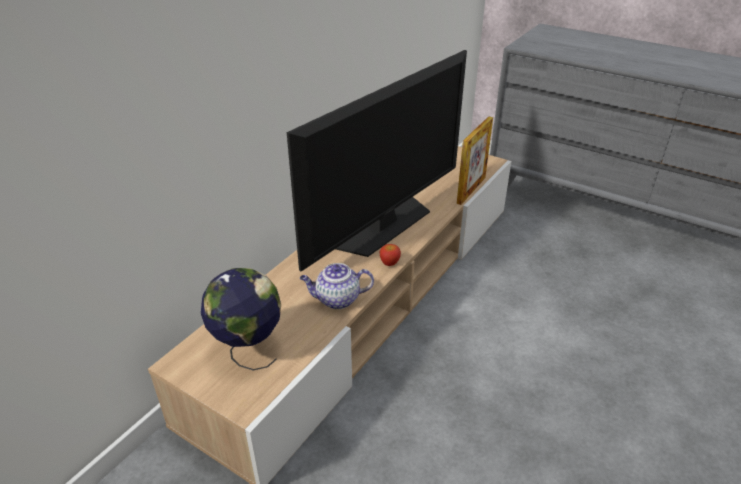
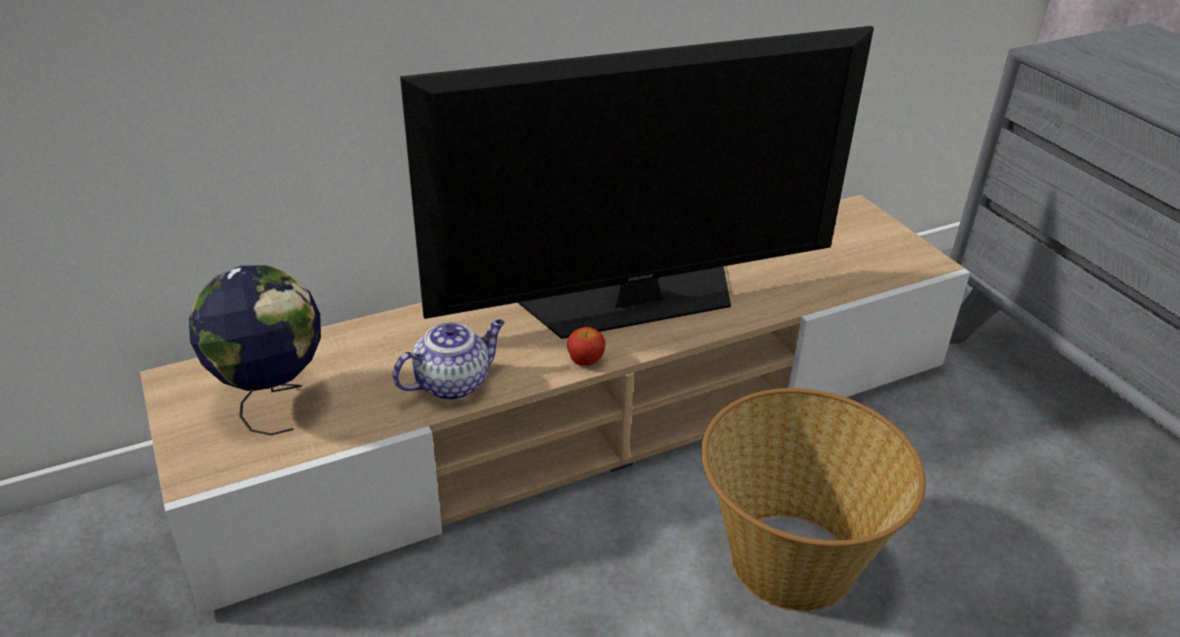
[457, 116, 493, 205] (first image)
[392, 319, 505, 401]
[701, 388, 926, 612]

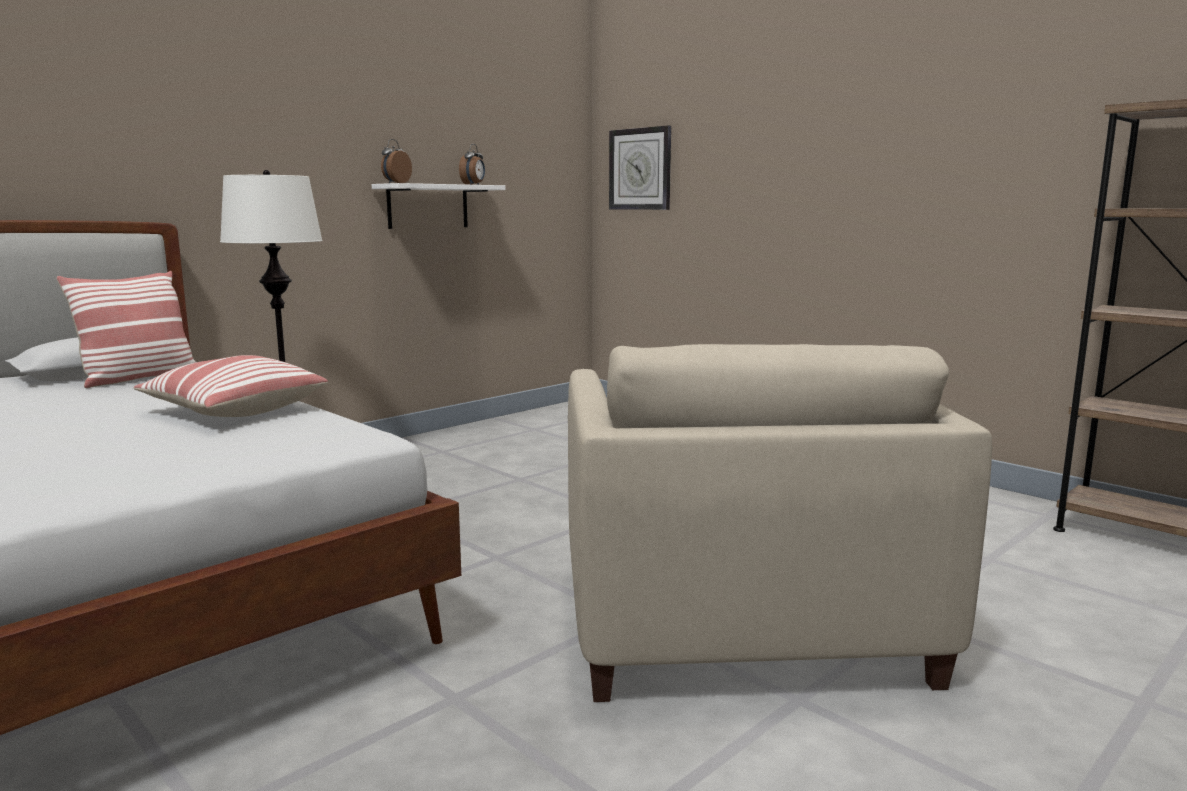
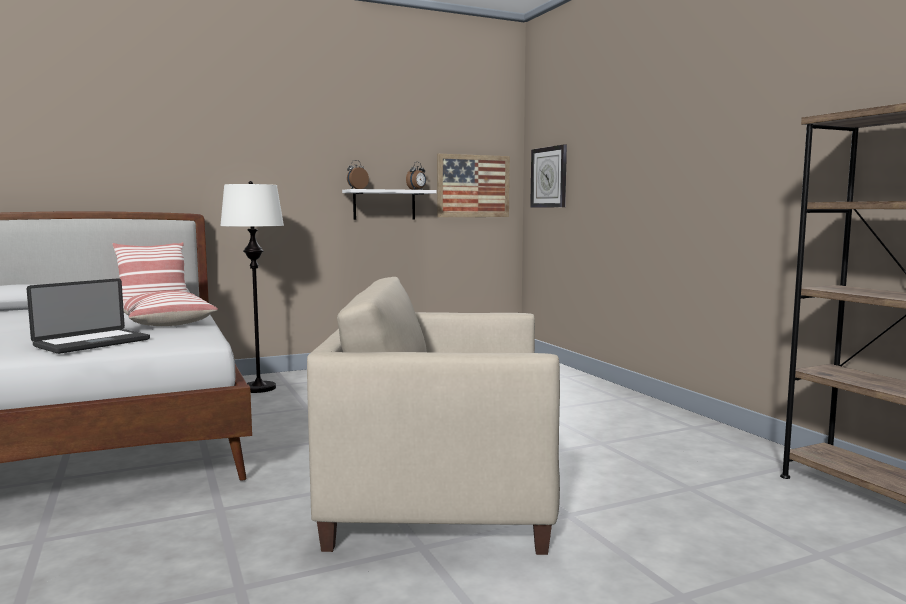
[307, 277, 560, 555]
[437, 154, 510, 217]
[27, 278, 150, 354]

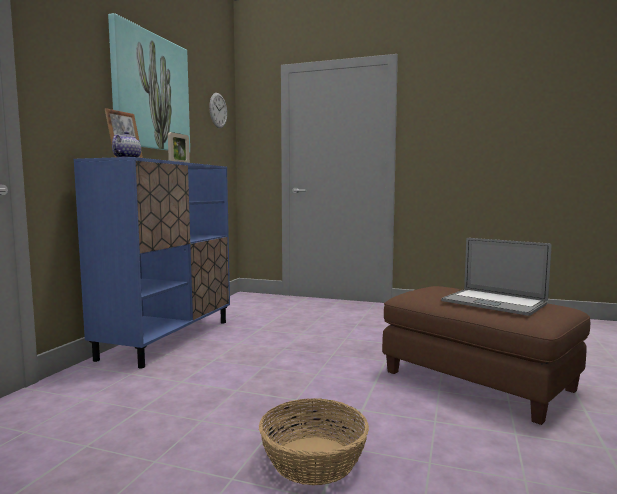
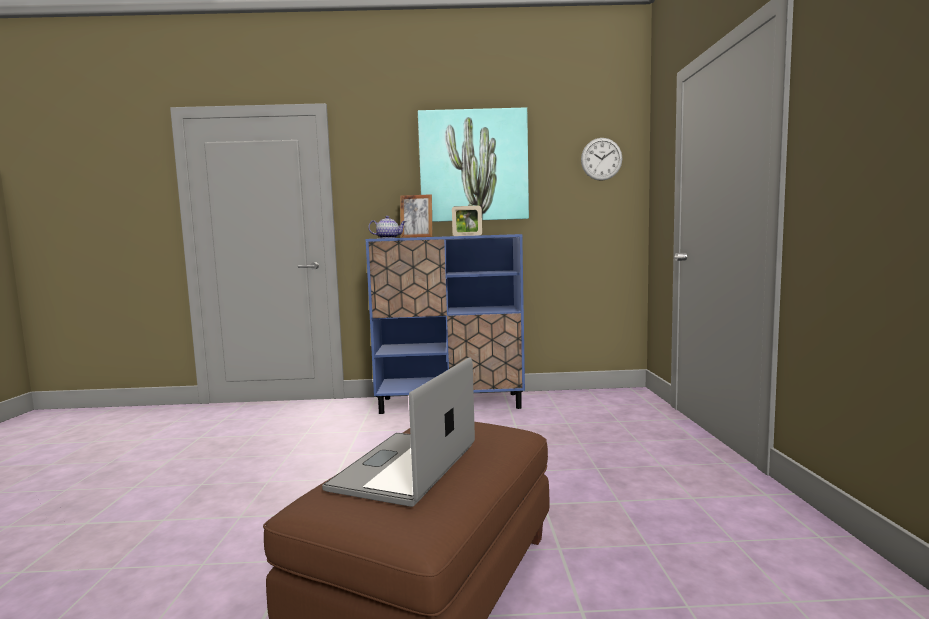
[259, 398, 369, 485] (first image)

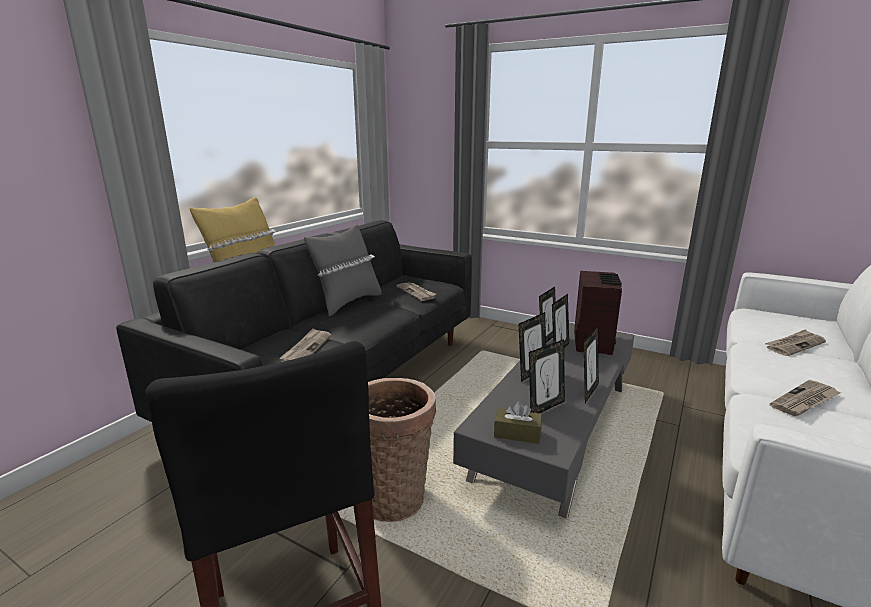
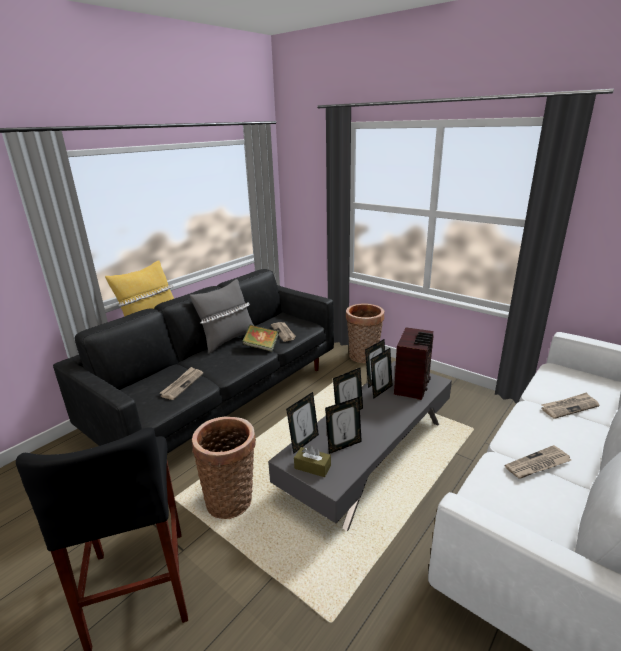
[286, 392, 319, 454]
[346, 303, 384, 363]
[242, 325, 279, 352]

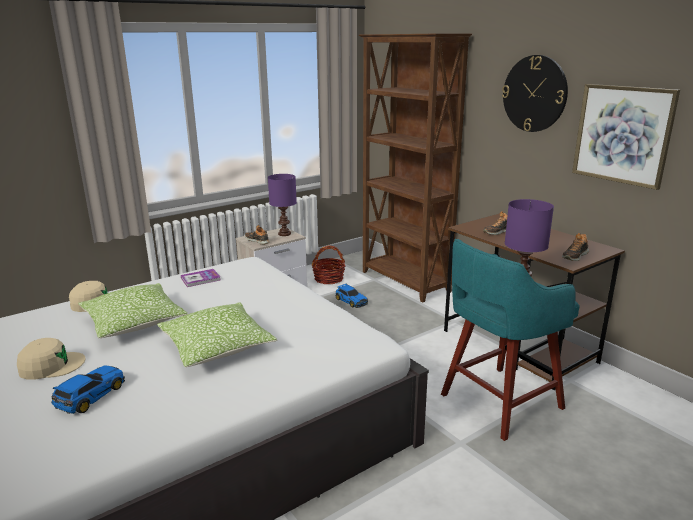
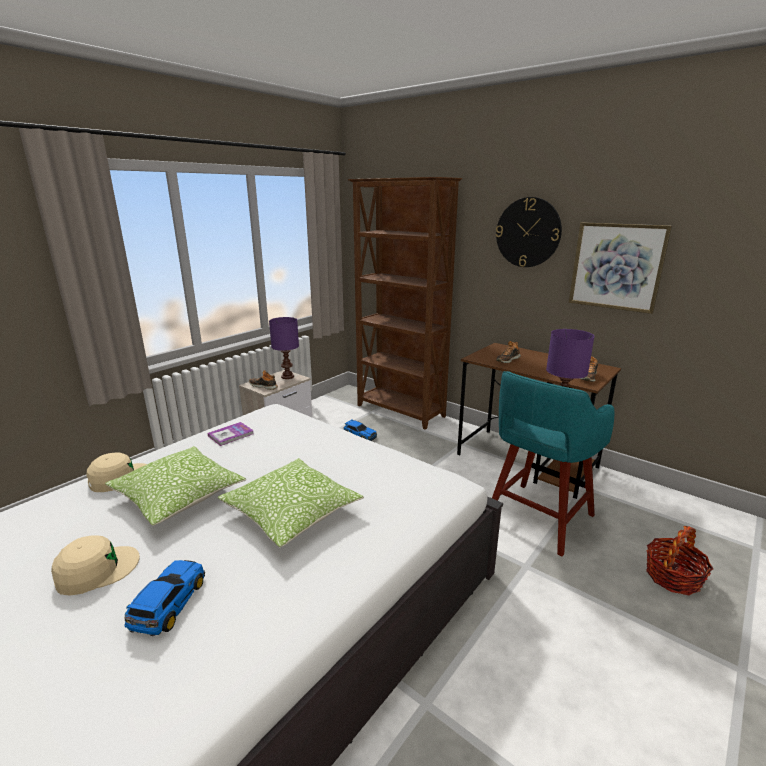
[646, 526, 713, 595]

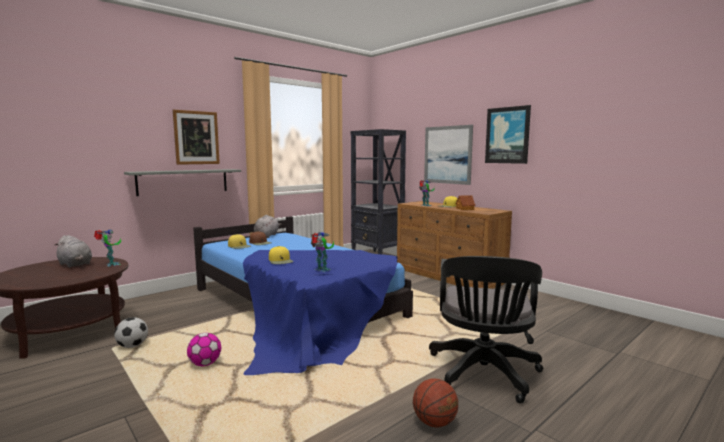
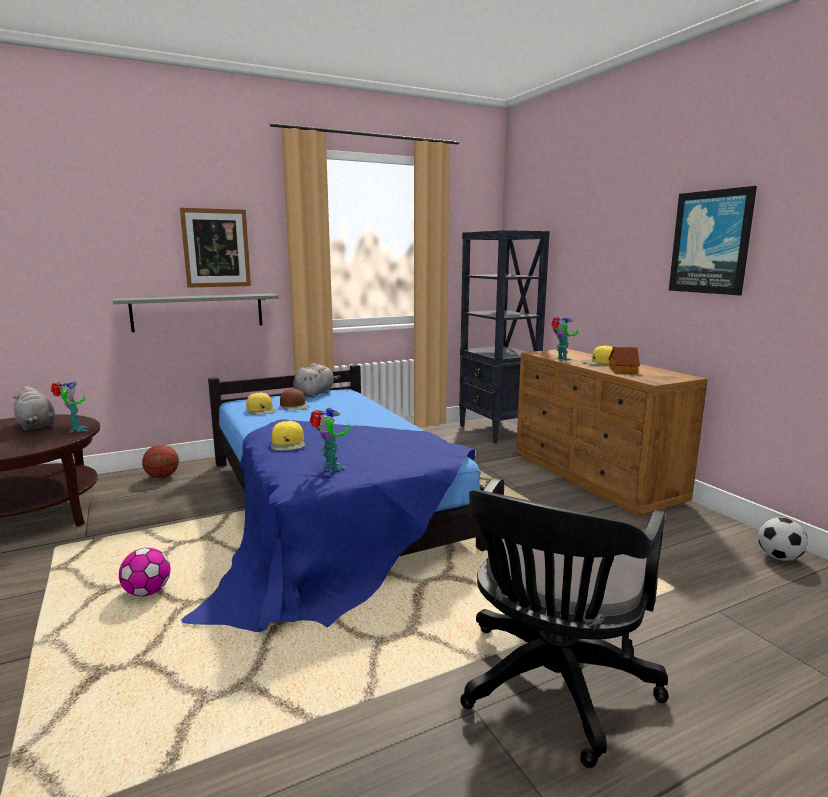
[424, 125, 473, 185] (first image)
[758, 517, 808, 561]
[142, 445, 179, 478]

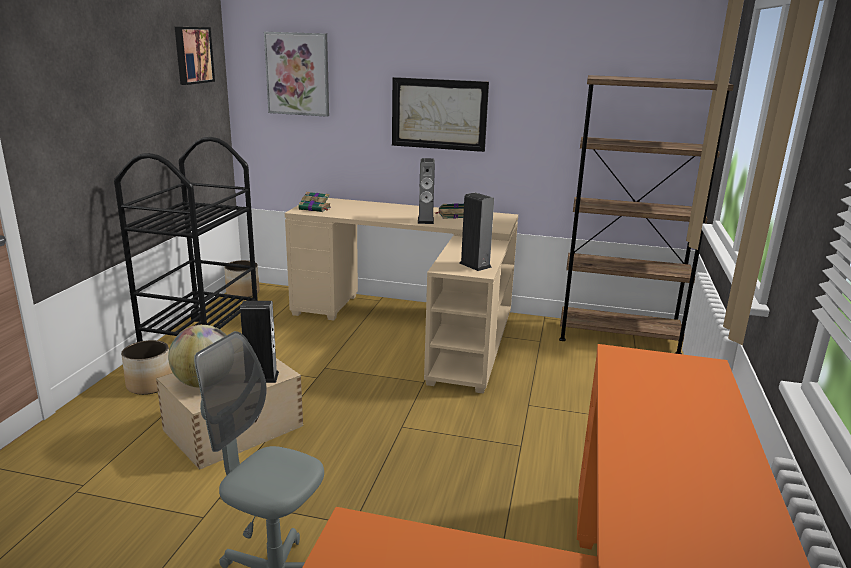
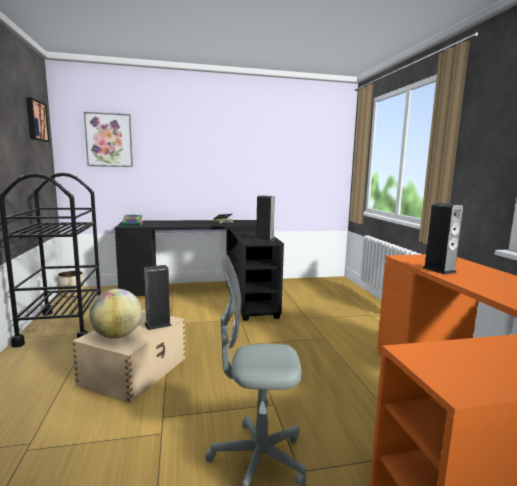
[559, 75, 734, 354] (first image)
[392, 77, 489, 152] (first image)
[423, 203, 463, 275]
[115, 220, 284, 321]
[121, 340, 172, 395] (first image)

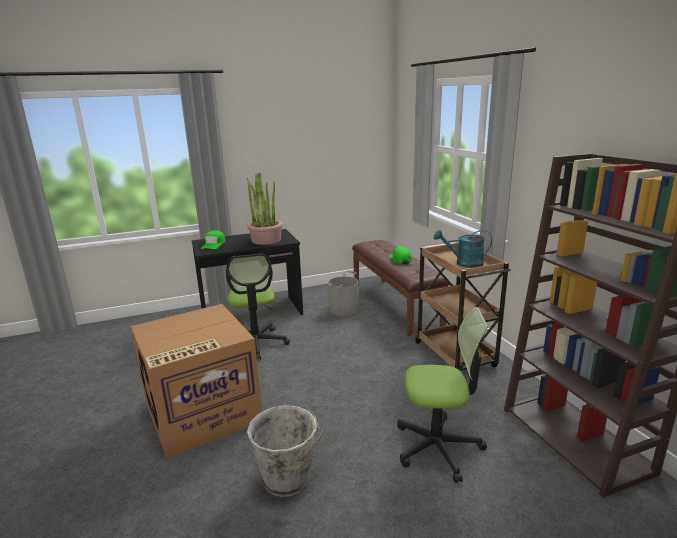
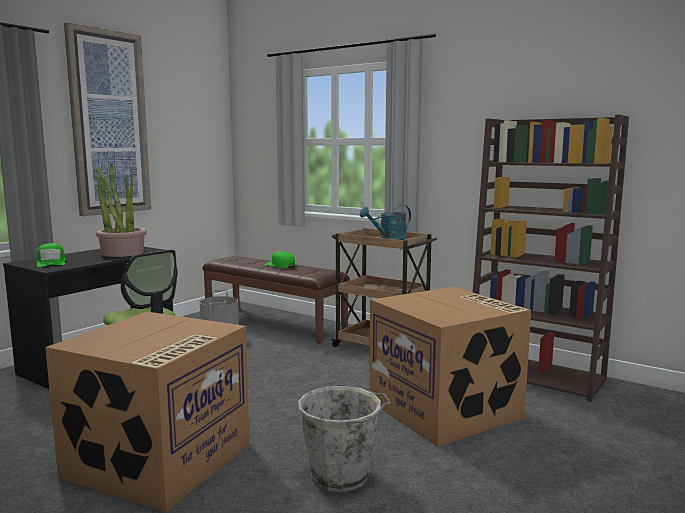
[369, 287, 531, 447]
[64, 22, 151, 216]

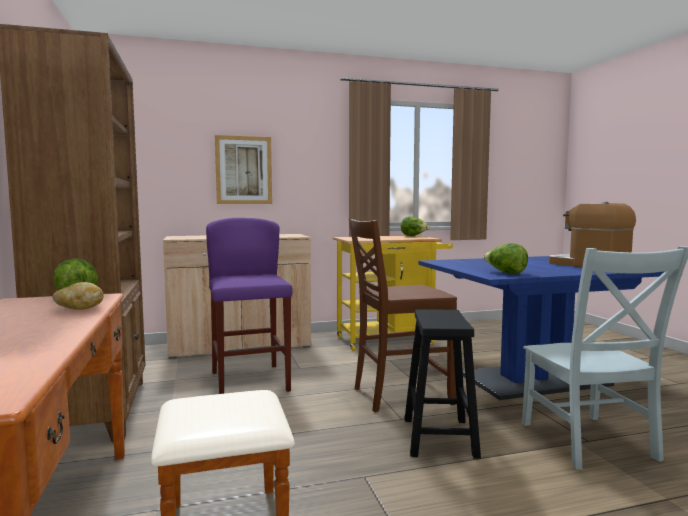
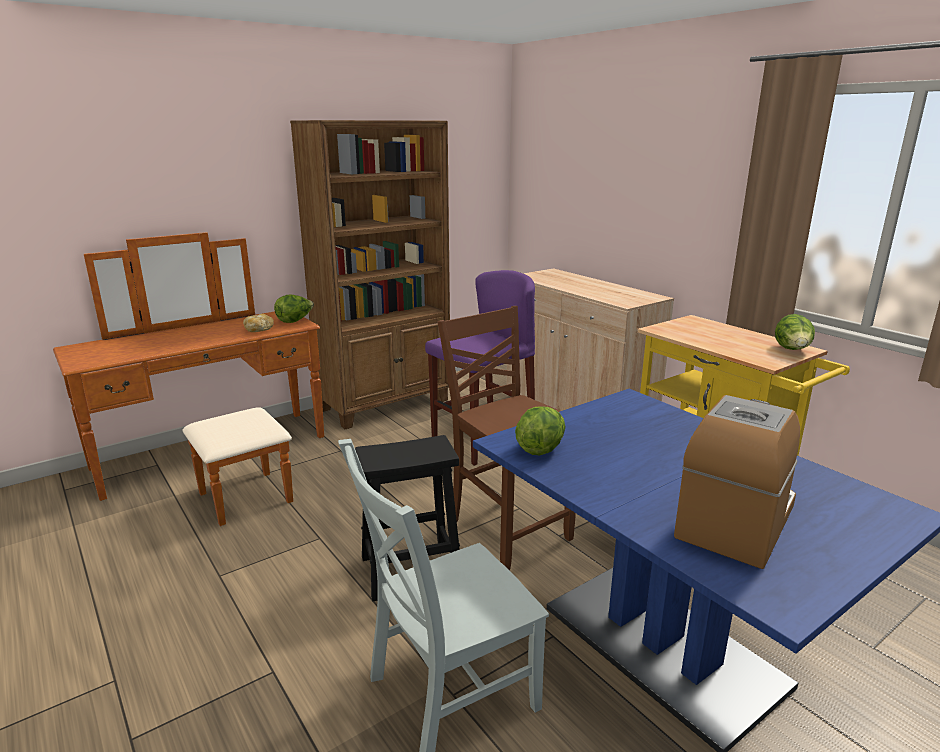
[215, 135, 272, 204] (first image)

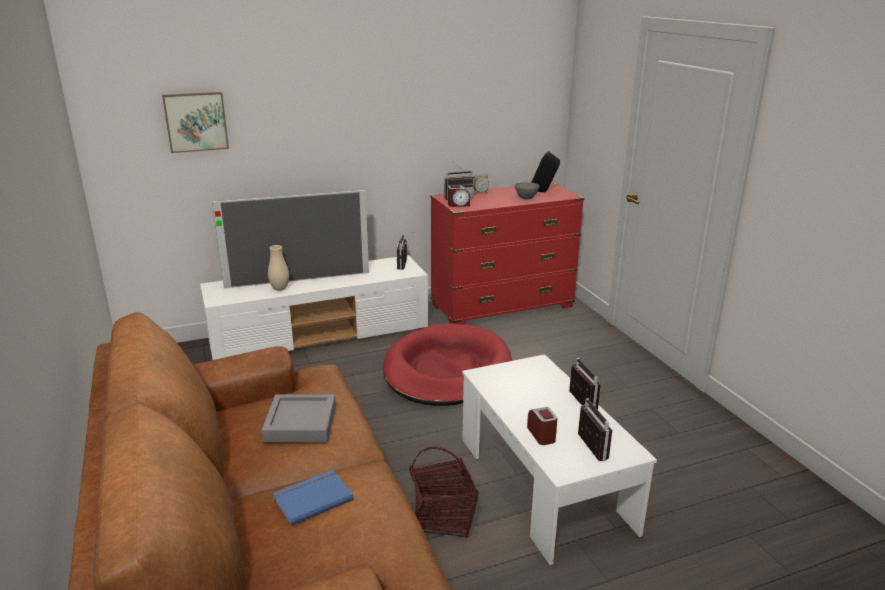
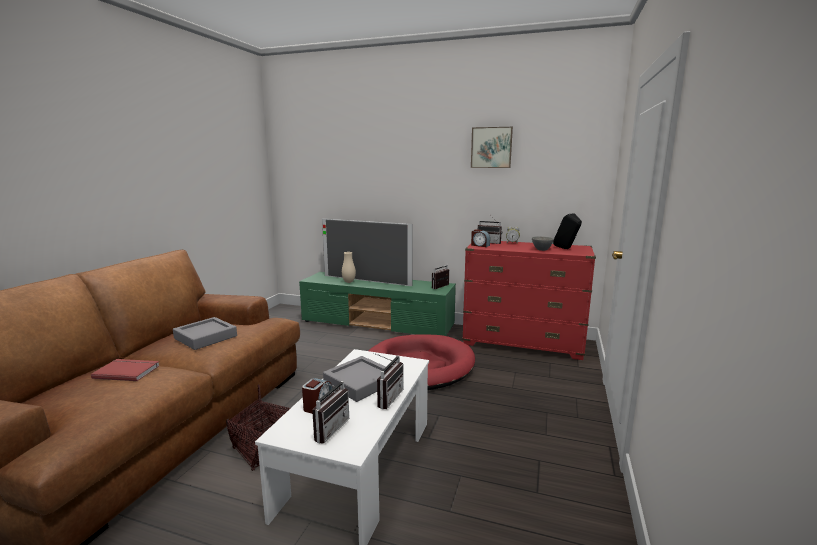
[471, 127, 513, 168]
[299, 272, 456, 336]
[91, 359, 160, 381]
[323, 356, 386, 402]

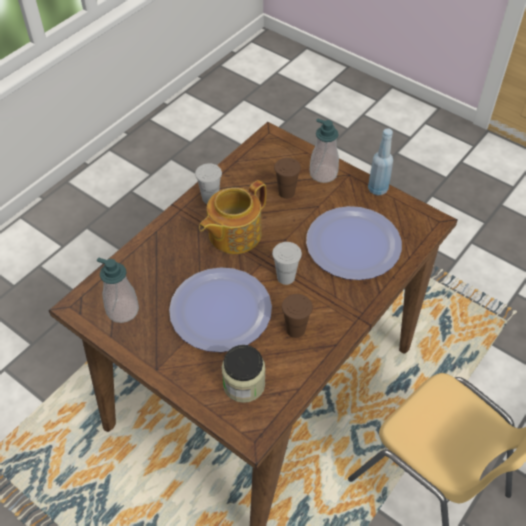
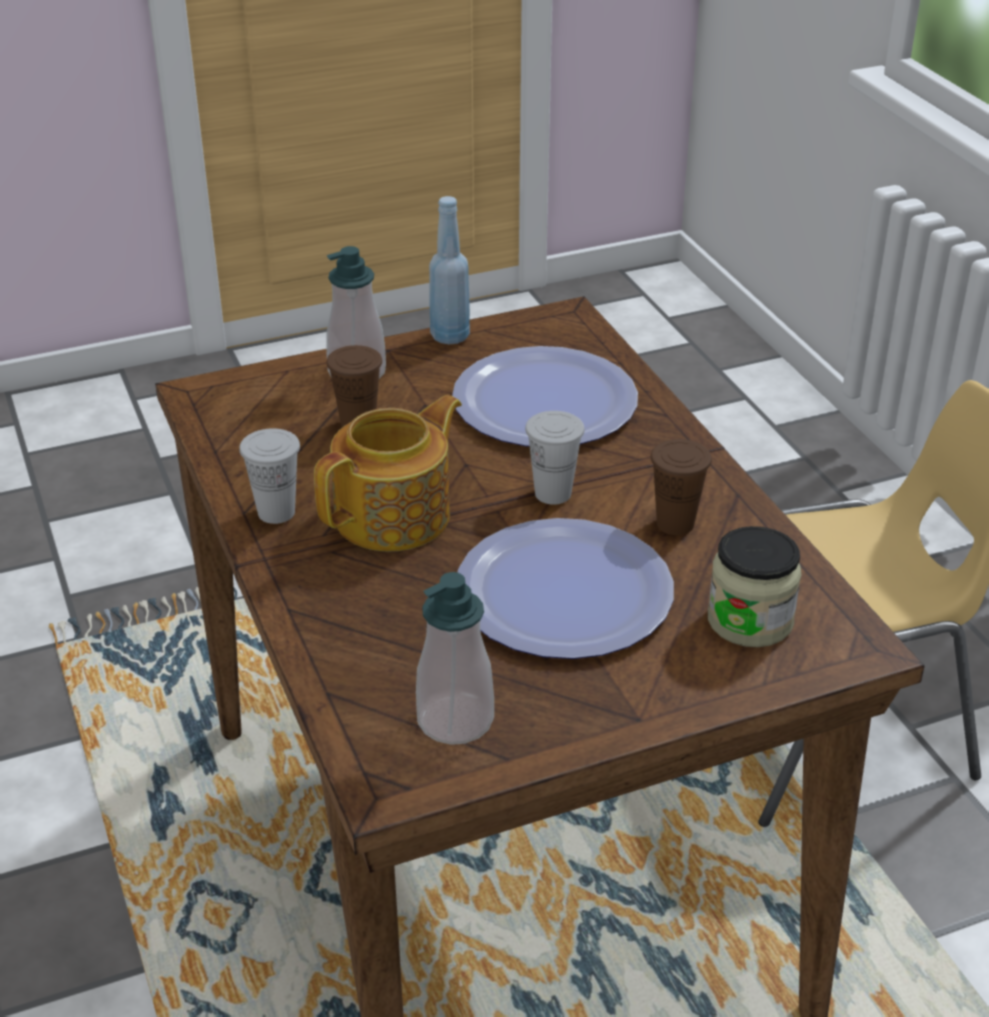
[314, 395, 462, 552]

